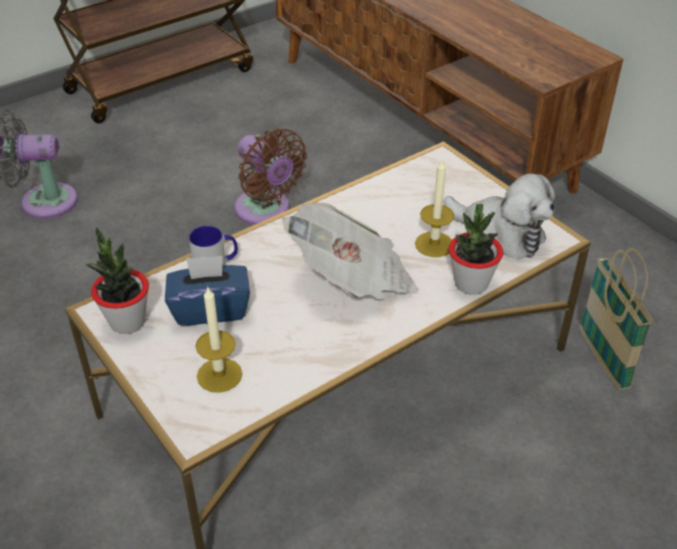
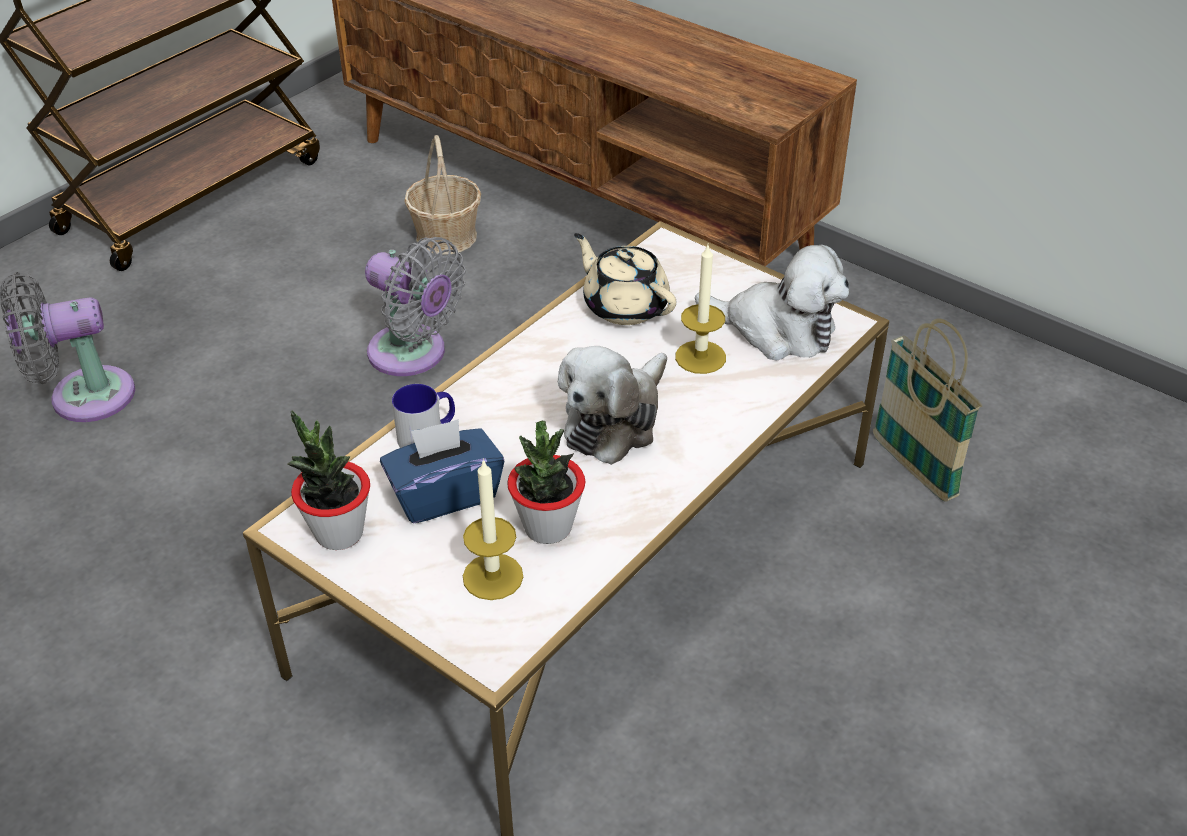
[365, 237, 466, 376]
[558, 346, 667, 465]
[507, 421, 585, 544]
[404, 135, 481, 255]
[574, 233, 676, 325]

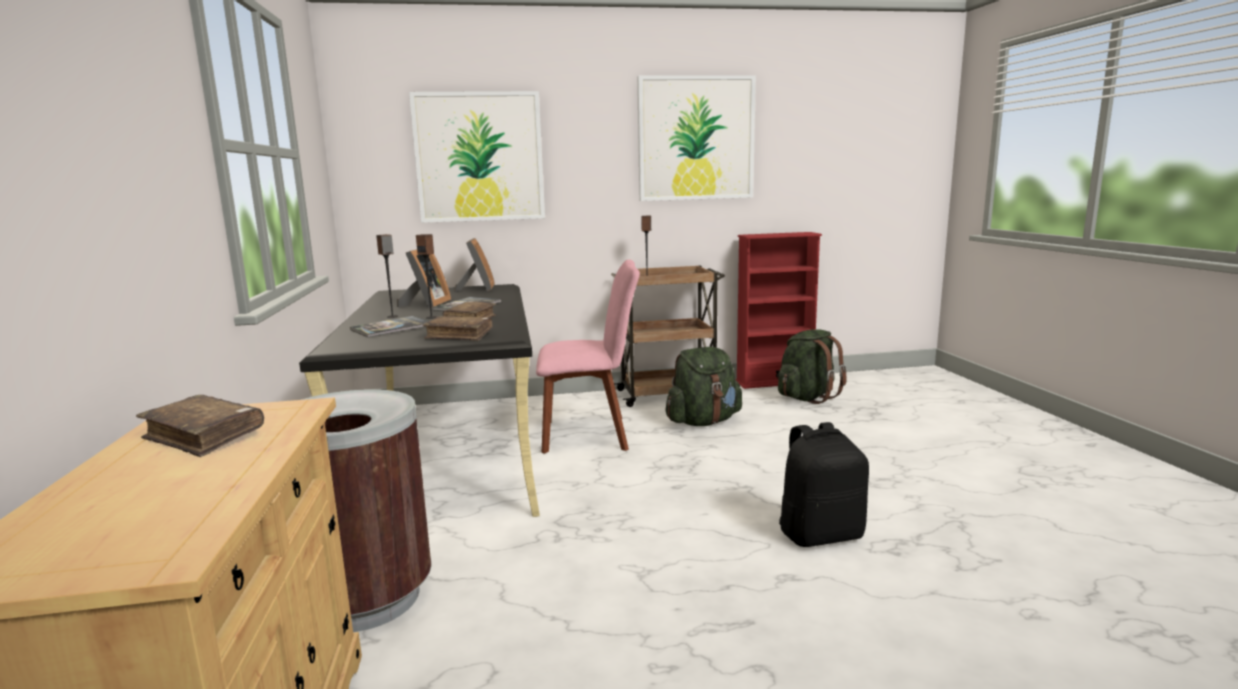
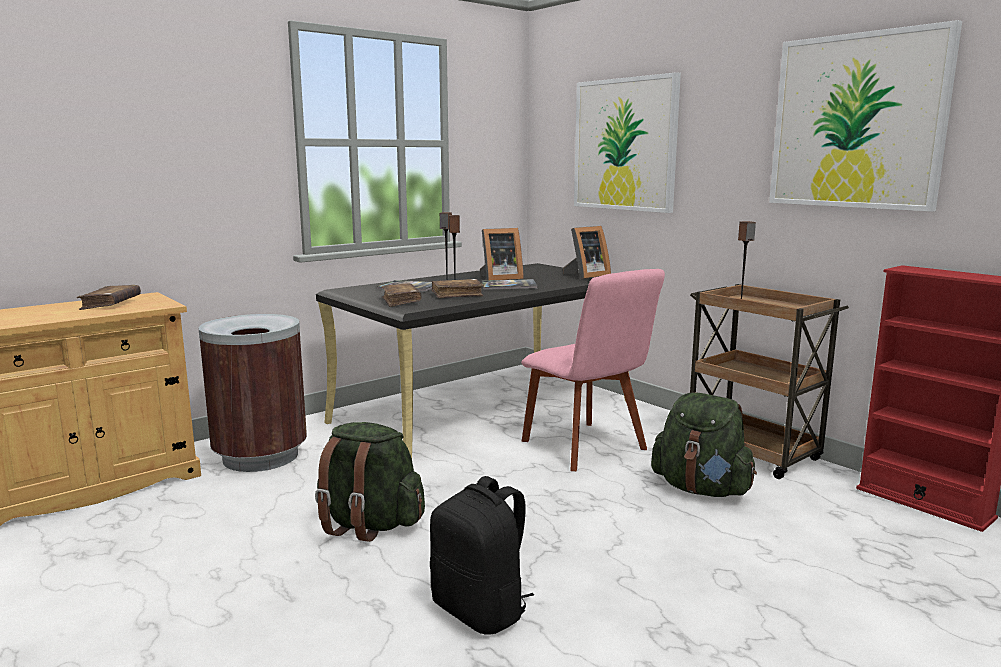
[315, 422, 425, 542]

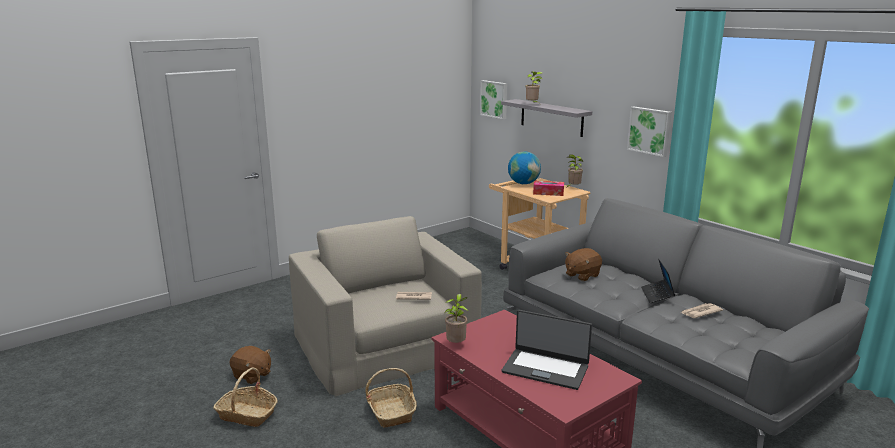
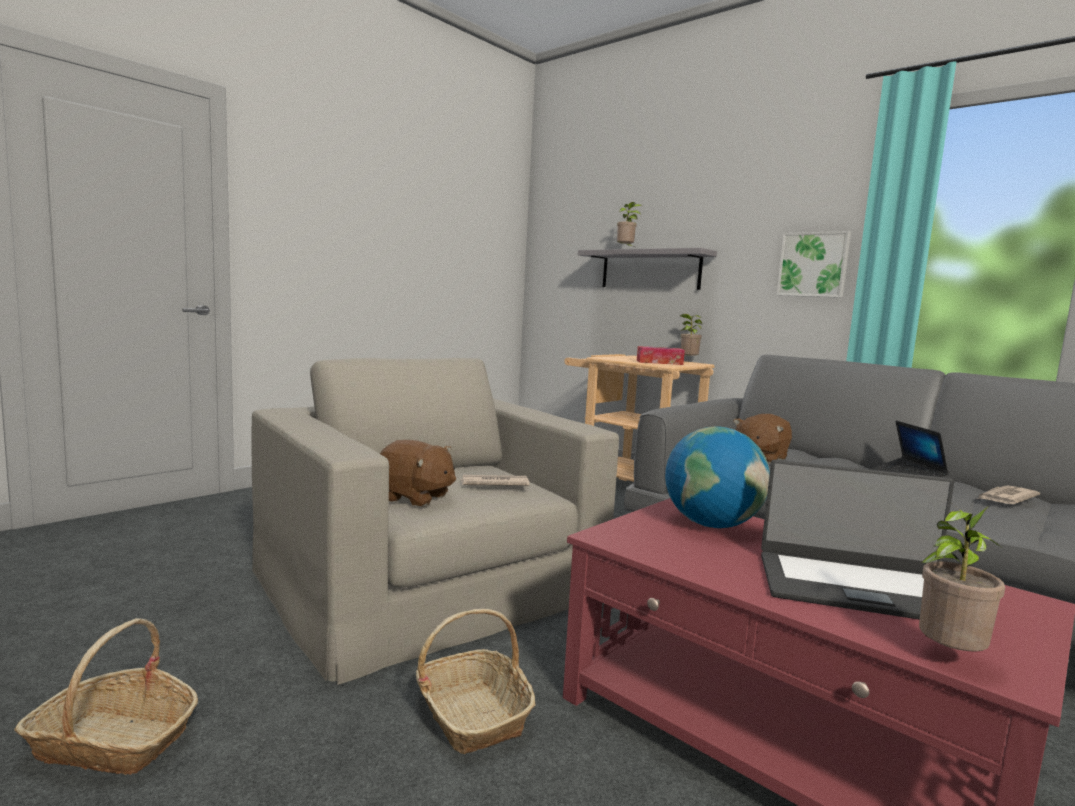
[480, 80, 507, 119] (first image)
[665, 427, 770, 528]
[919, 501, 1005, 652]
[380, 440, 456, 507]

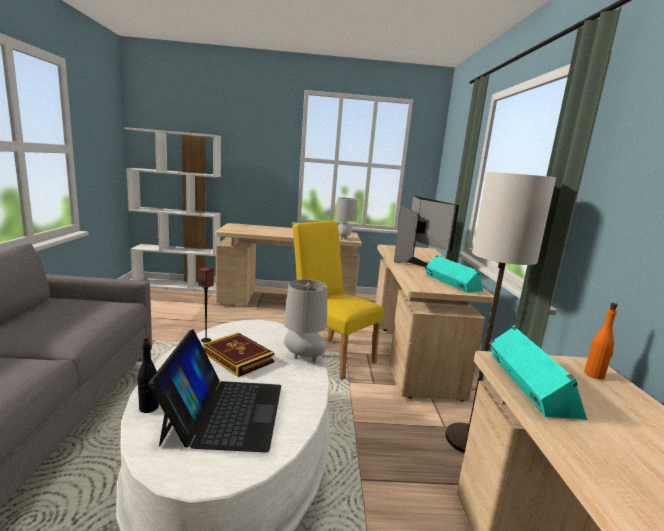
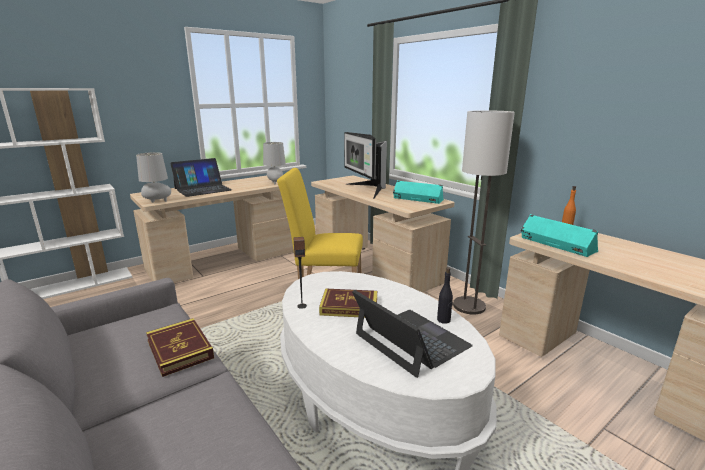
[344, 132, 387, 199]
[136, 152, 171, 203]
[437, 267, 453, 324]
[170, 158, 232, 197]
[146, 318, 214, 377]

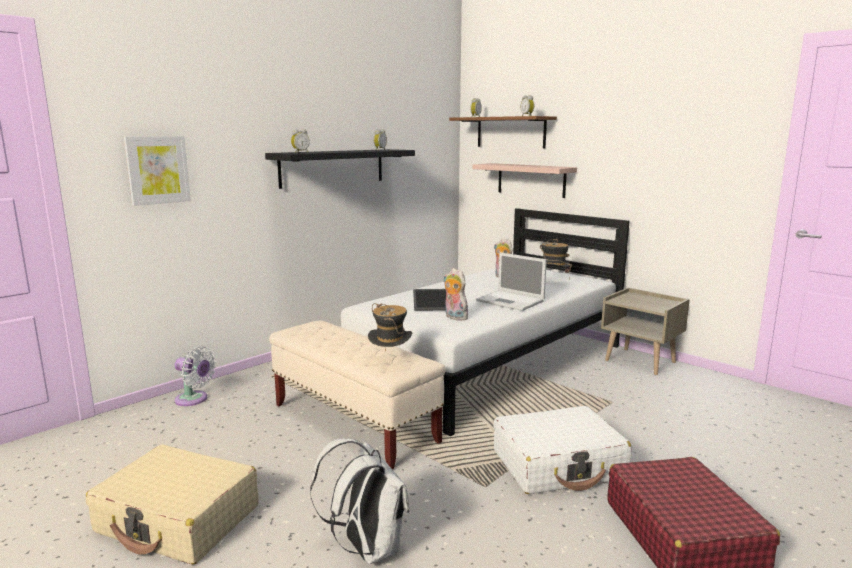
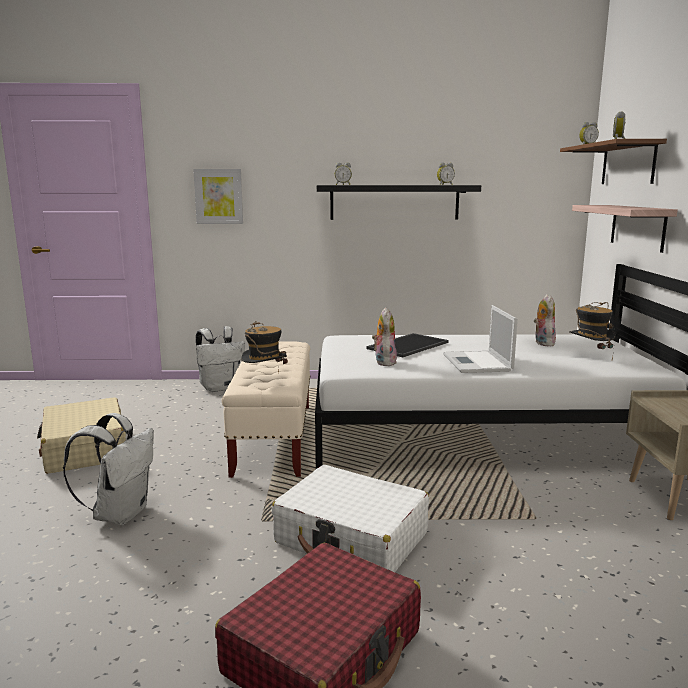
[196, 326, 245, 392]

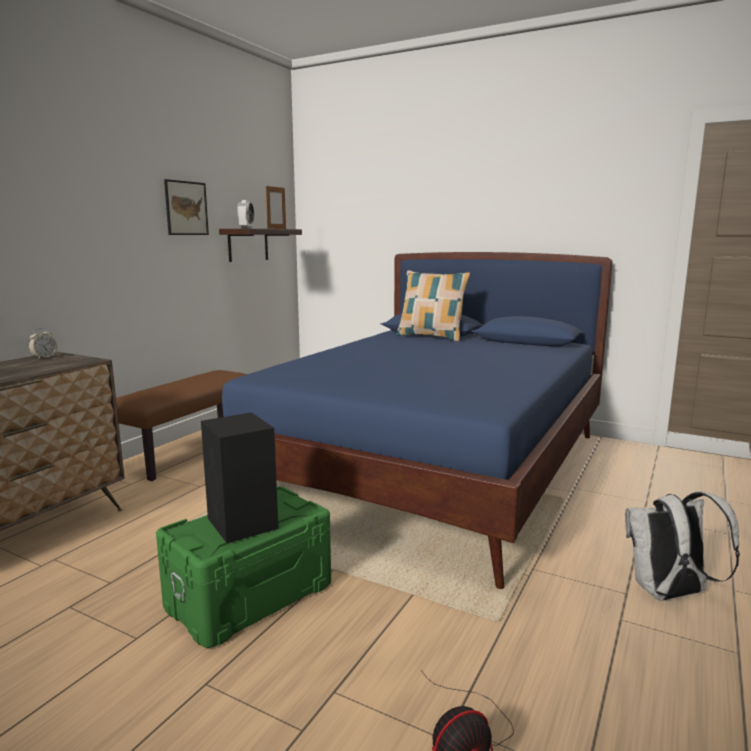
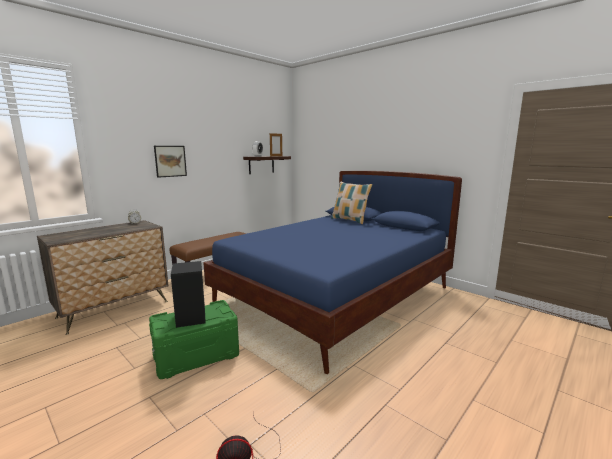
[154, 146, 187, 178]
[625, 491, 740, 601] (first image)

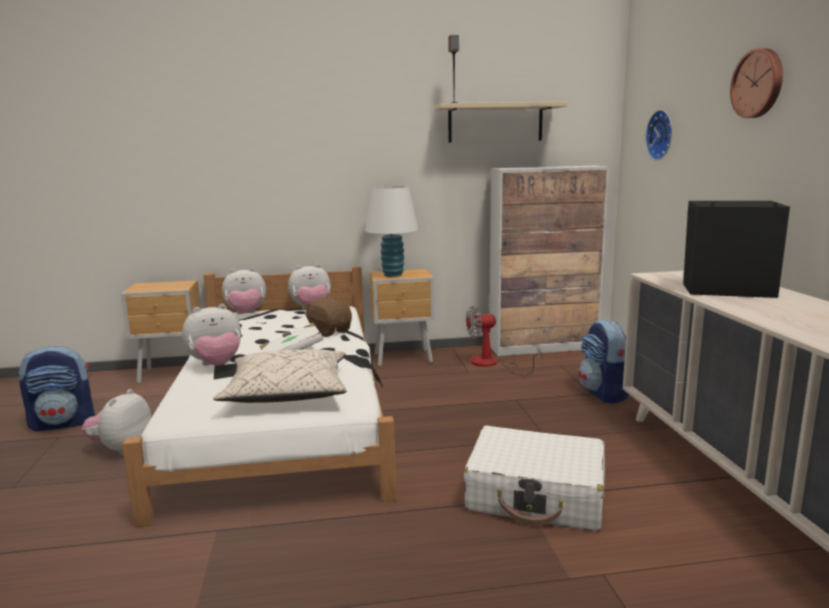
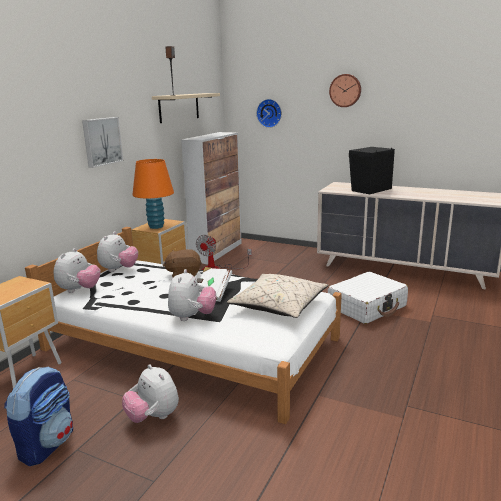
[132, 159, 174, 229]
[578, 319, 629, 404] (first image)
[82, 117, 123, 168]

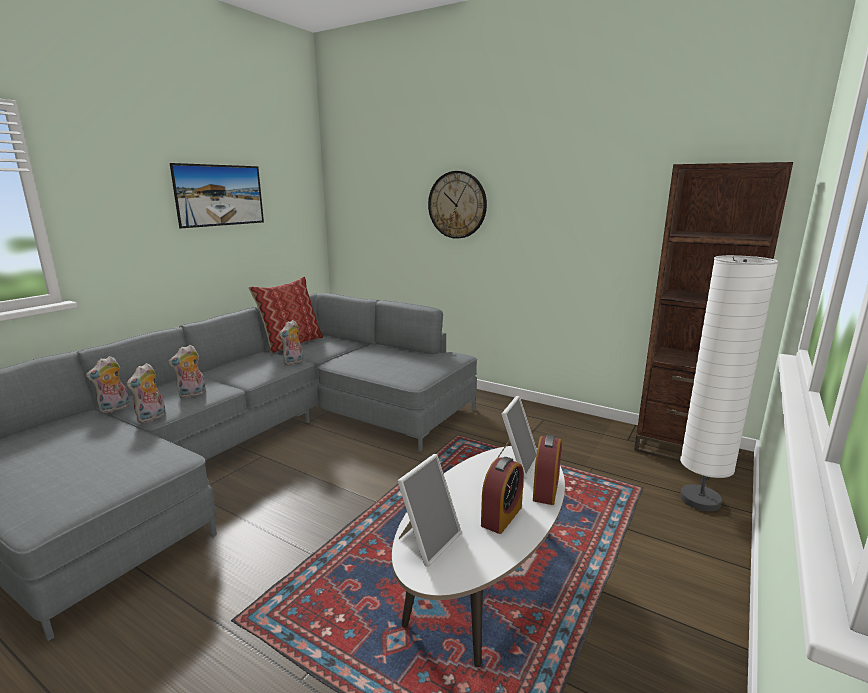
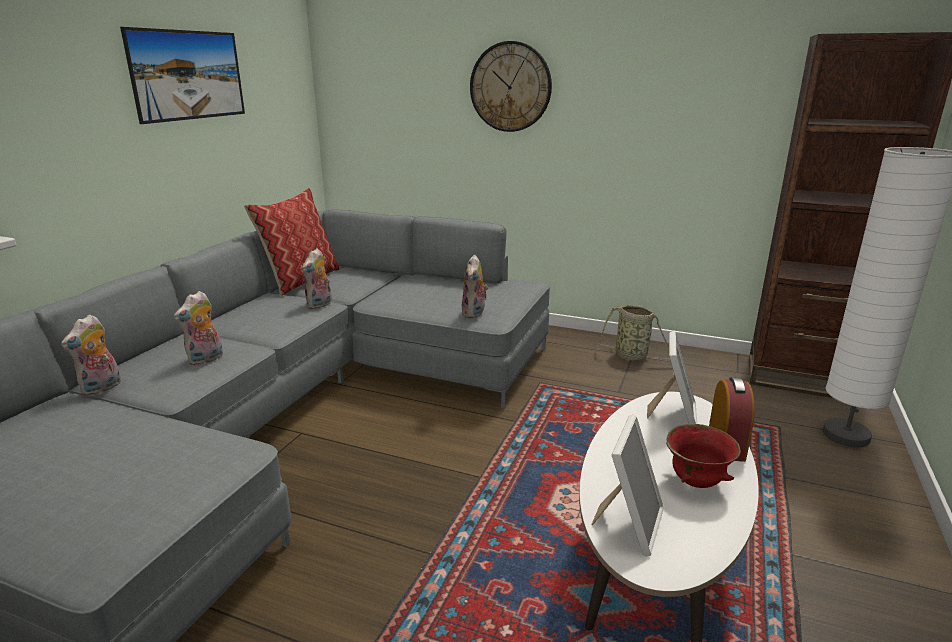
[462, 255, 489, 318]
[666, 424, 741, 488]
[597, 305, 684, 360]

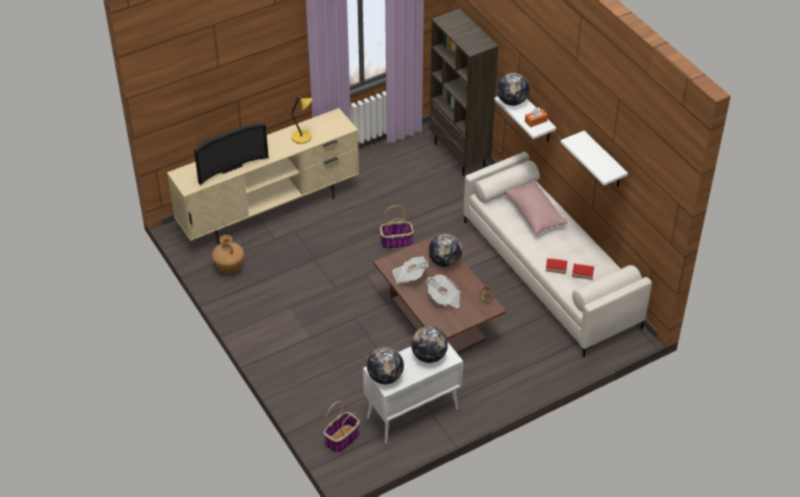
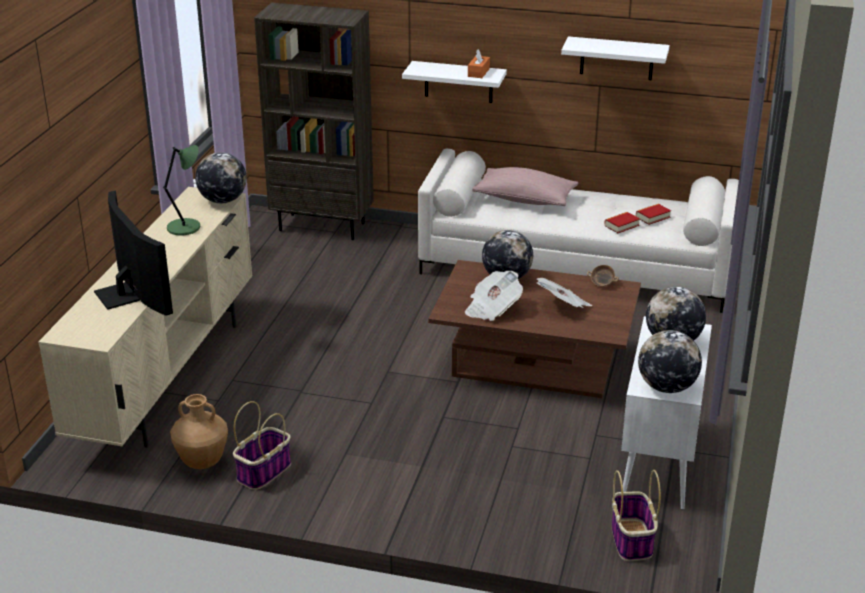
[195, 152, 247, 203]
[163, 145, 200, 235]
[94, 190, 173, 316]
[233, 401, 291, 490]

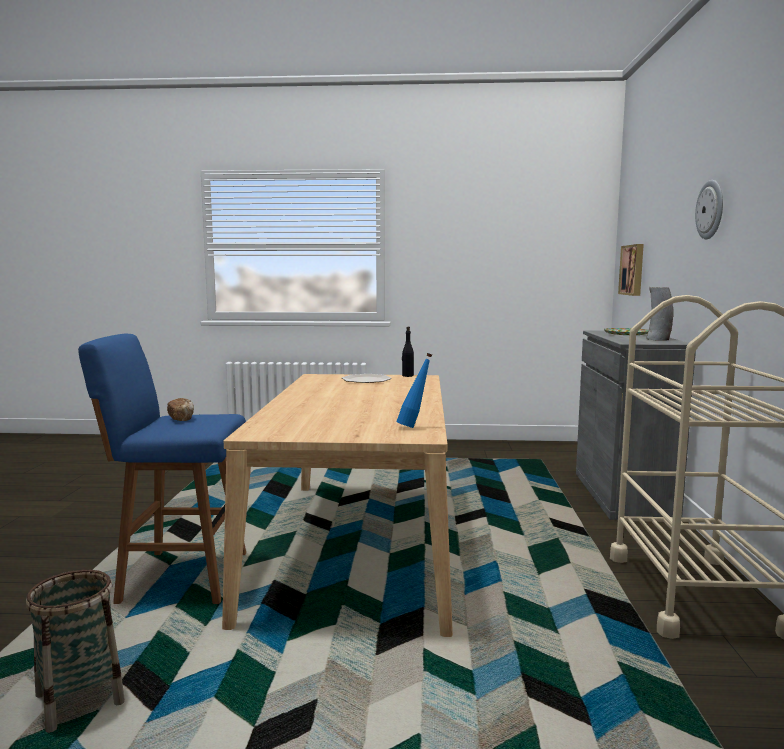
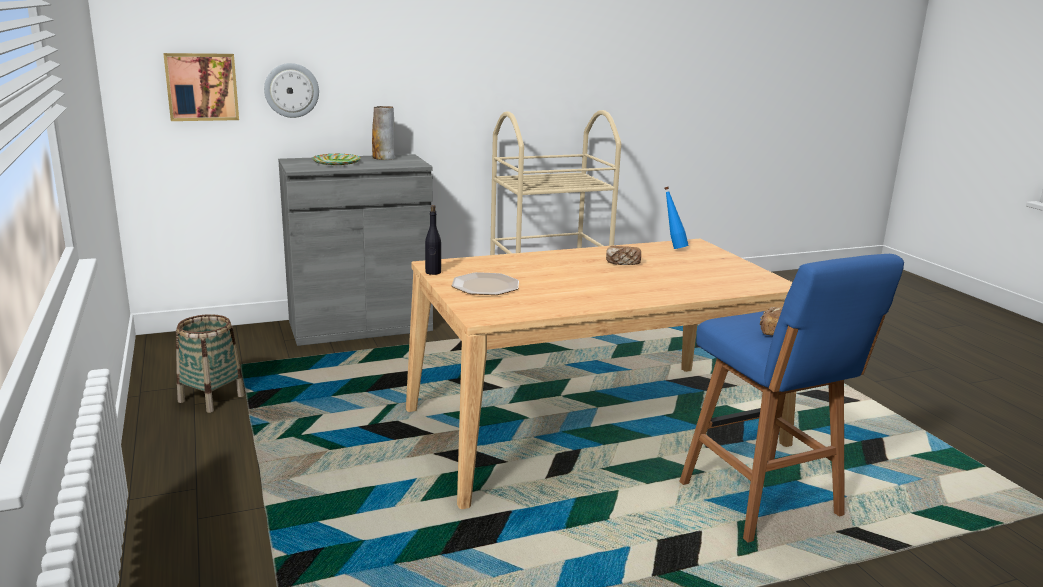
[264, 63, 319, 118]
[176, 314, 245, 413]
[606, 246, 641, 265]

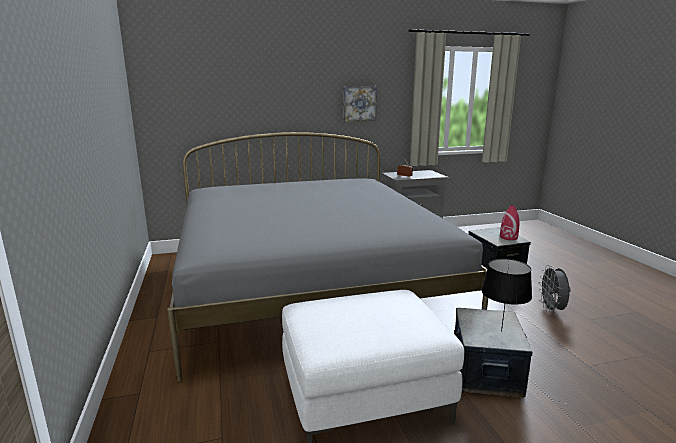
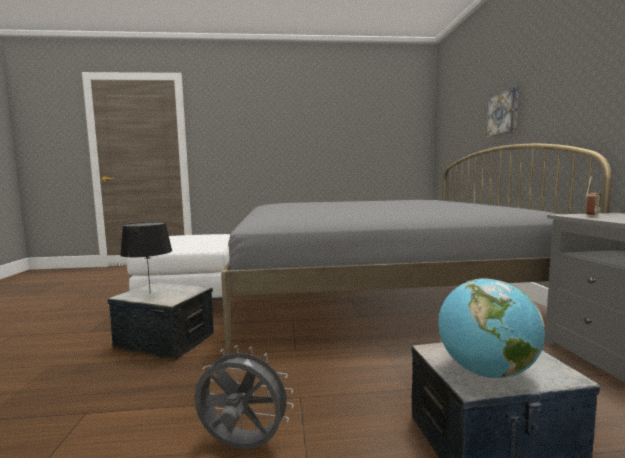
[486, 86, 519, 138]
[438, 279, 545, 378]

